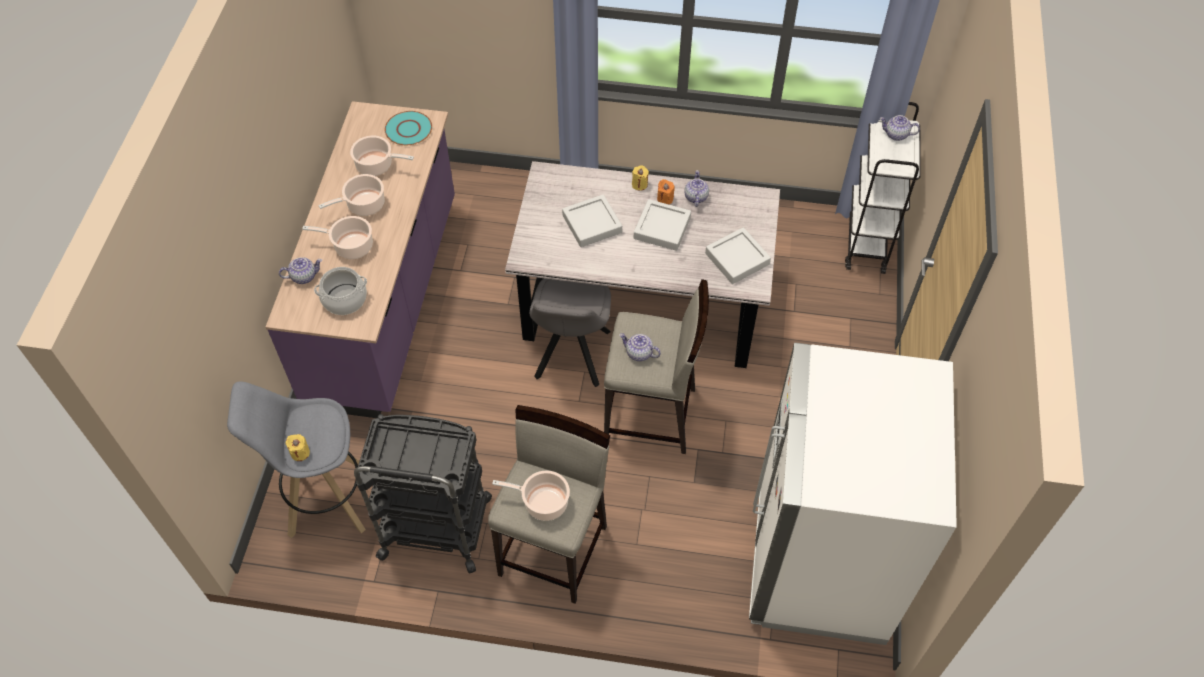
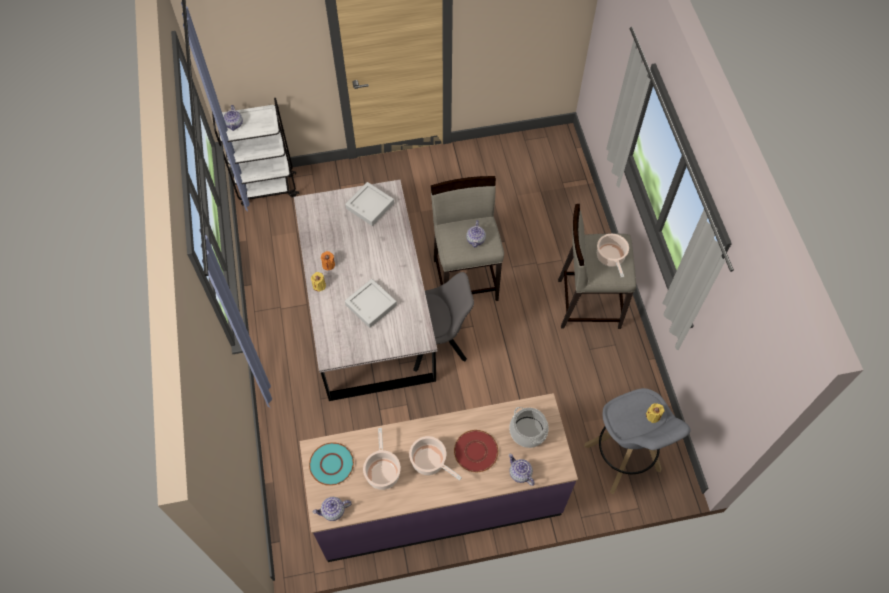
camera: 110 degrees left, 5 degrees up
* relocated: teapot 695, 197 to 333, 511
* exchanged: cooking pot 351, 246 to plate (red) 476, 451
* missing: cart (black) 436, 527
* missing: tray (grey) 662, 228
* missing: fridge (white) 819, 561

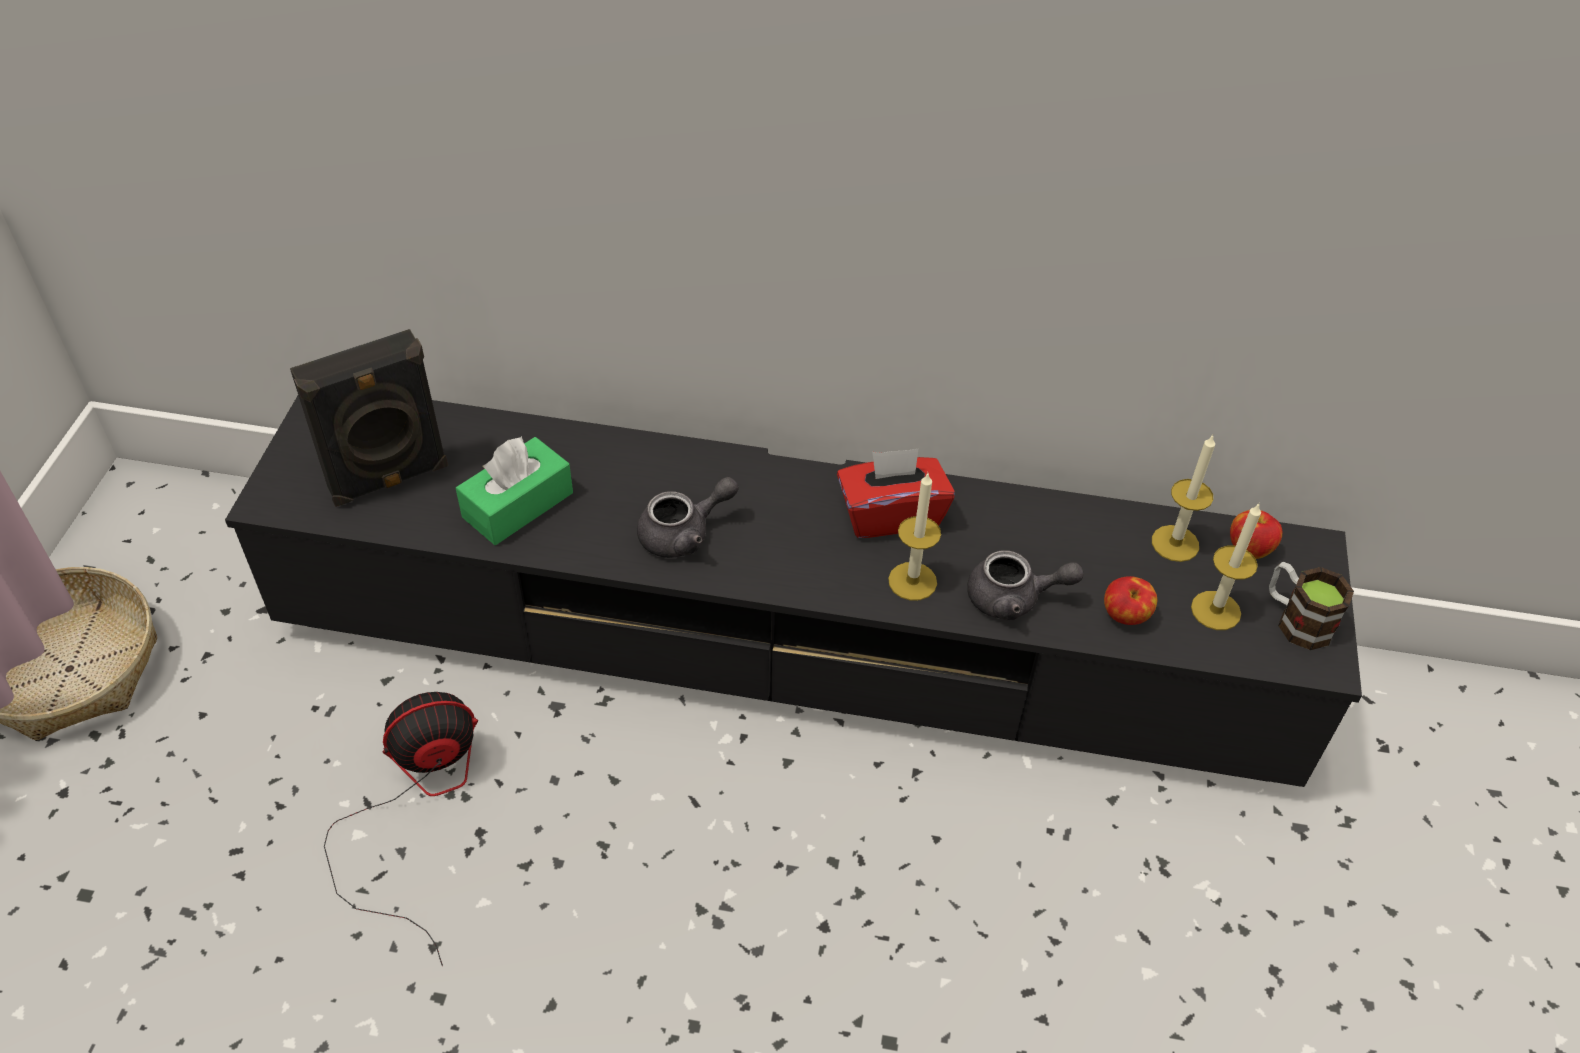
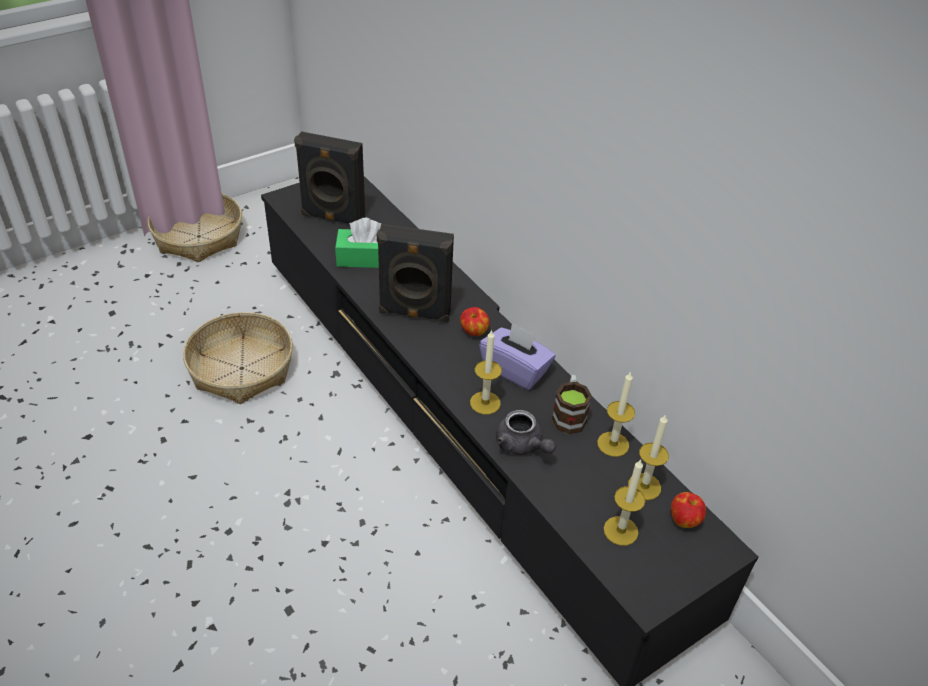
camera: 45 degrees right, 5 degrees down
* exchanged: fan 417, 805 to basket 242, 368
* exchanged: teapot (grey) 684, 534 to speaker (black) 414, 313
* relocated: apple 1125, 616 to 474, 332
* colour: tissue box (red) 891, 514 to tissue box (purple) 515, 370
* relocated: mug 1296, 620 to 569, 415
* appeared: candle 613, 444

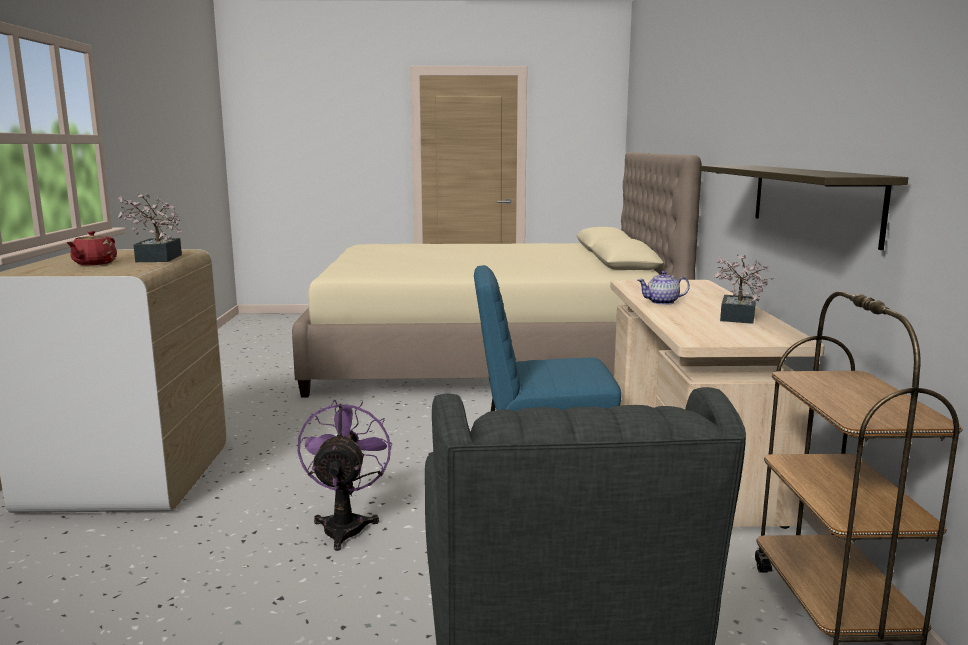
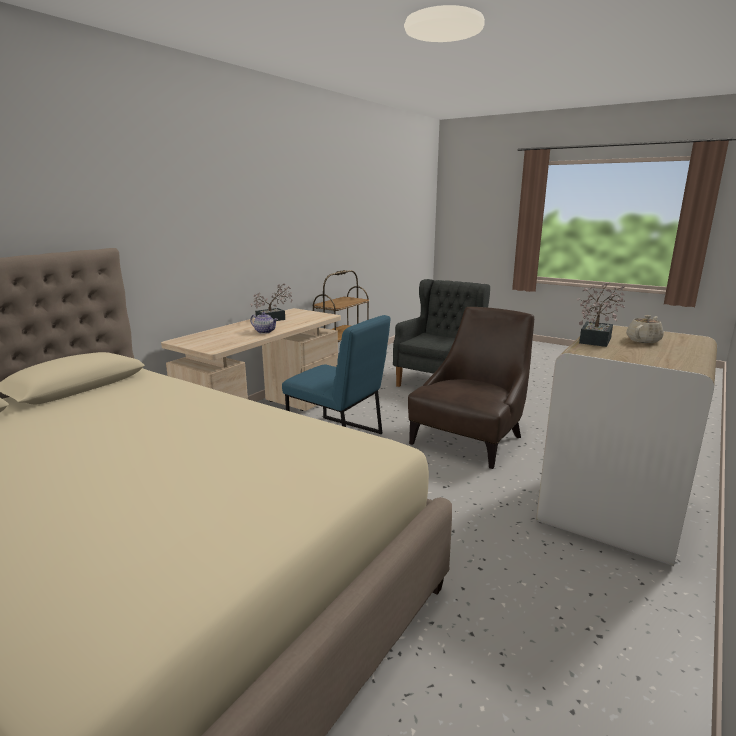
camera: 145 degrees left, 5 degrees up
* exchanged: fan (purple) 345, 524 to armchair (brown) 471, 436
* colour: teapot (red) 94, 263 to teapot (beige) 643, 340
* missing: shelf 812, 200

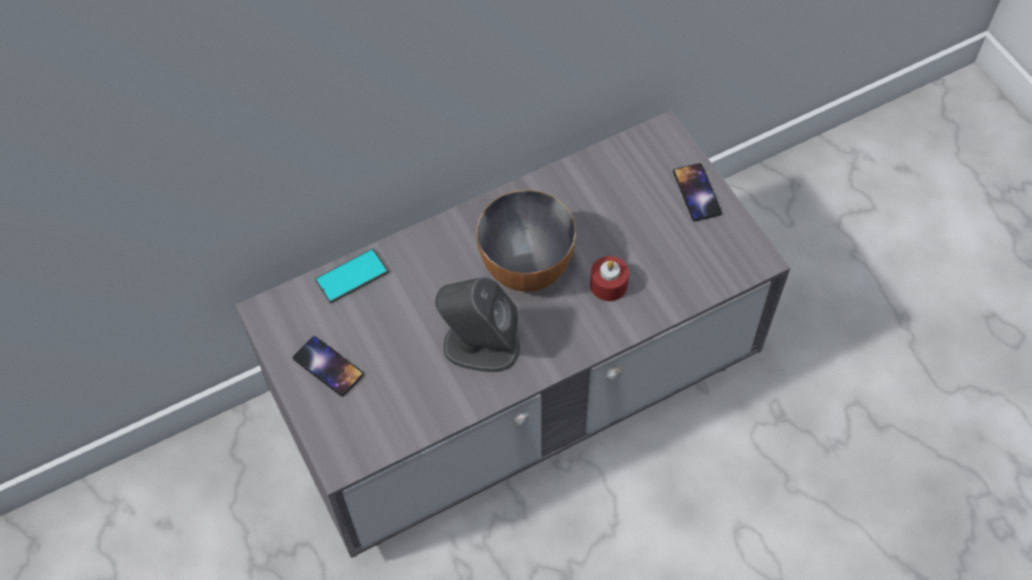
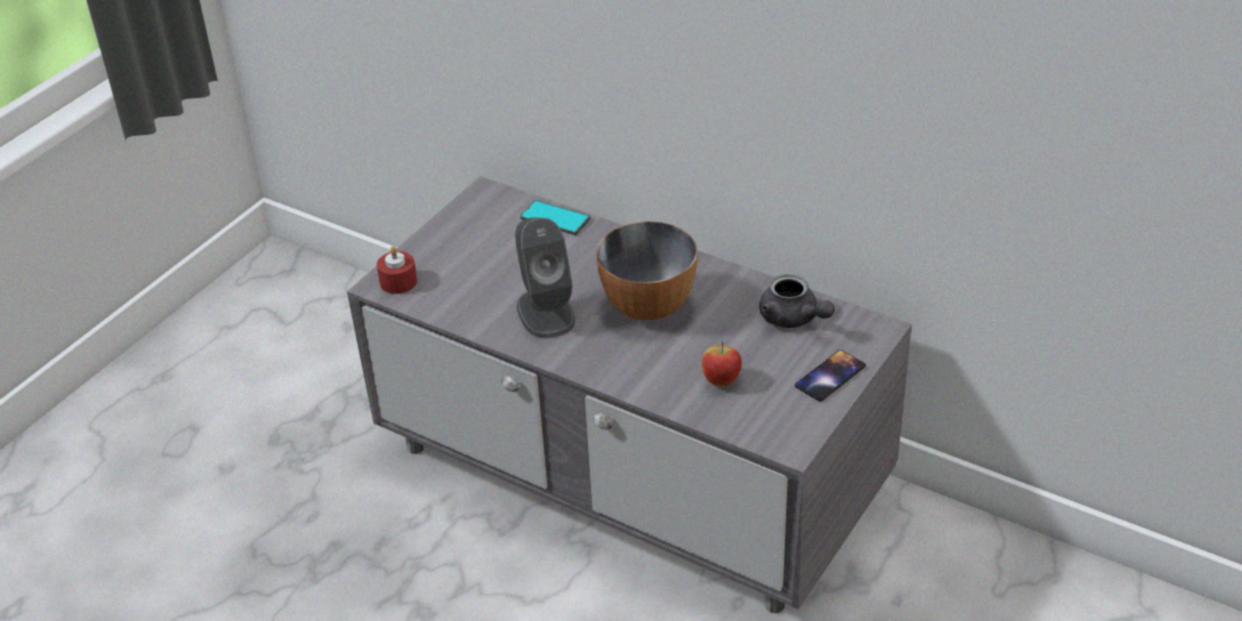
camera: 60 degrees right, 20 degrees down
* relocated: candle (red) 608, 284 to 398, 282
* appeared: apple 721, 381
* appeared: teapot (grey) 793, 319
* missing: phone 328, 366

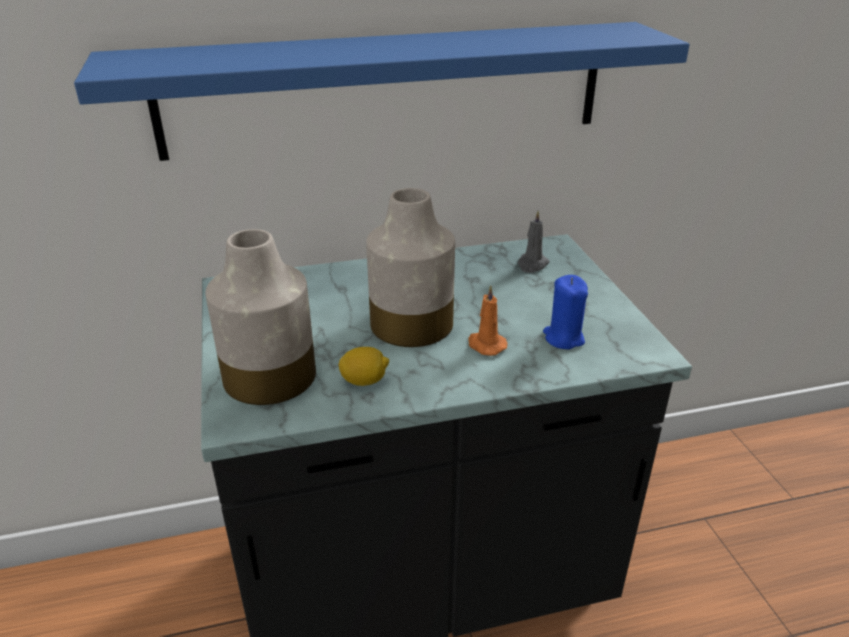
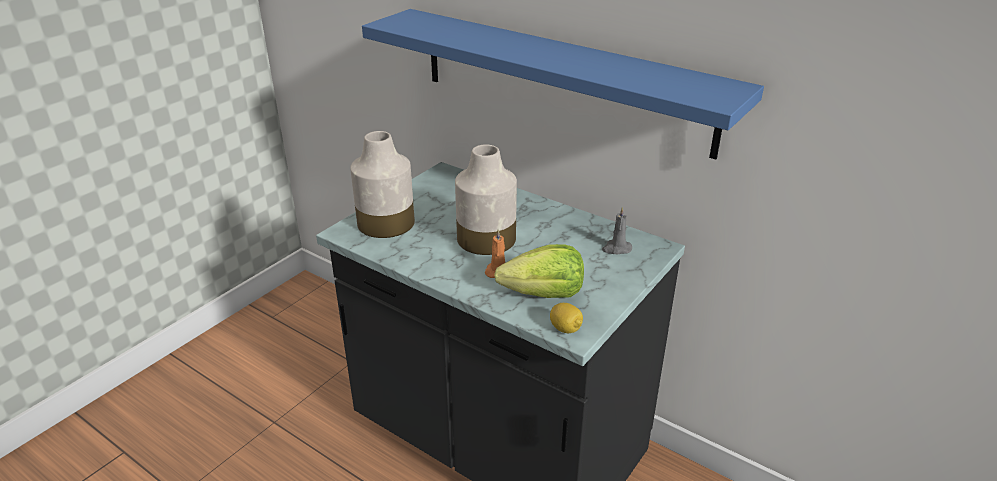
camera: 50 degrees right, 0 degrees up
* exchanged: candle (blue) 563, 338 to lettuce 544, 294
* relocated: lemon 364, 381 to 565, 328

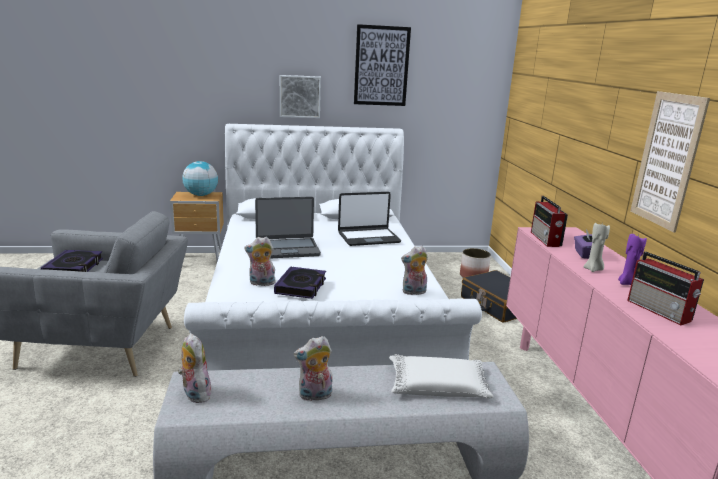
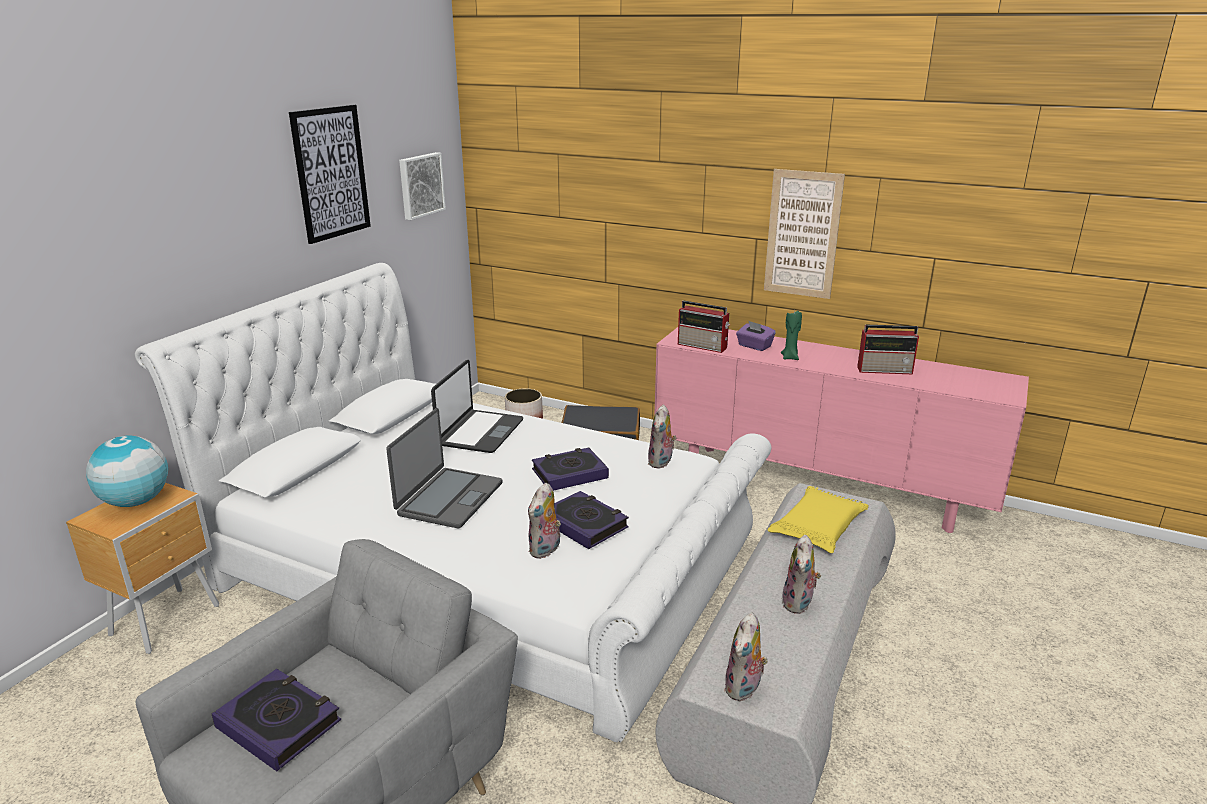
camera: 55 degrees left, 5 degrees up
* relocated: picture 300, 96 to 420, 185
* appeared: book 569, 474
* spun: plush toy 194, 394 = 744, 689 60 degrees counterclockwise
* colour: pillow (white) 438, 383 to pillow (yellow) 818, 525
* colour: candle (beige) 593, 269 to candle (green) 790, 357
* missing: candle (purple) 627, 283

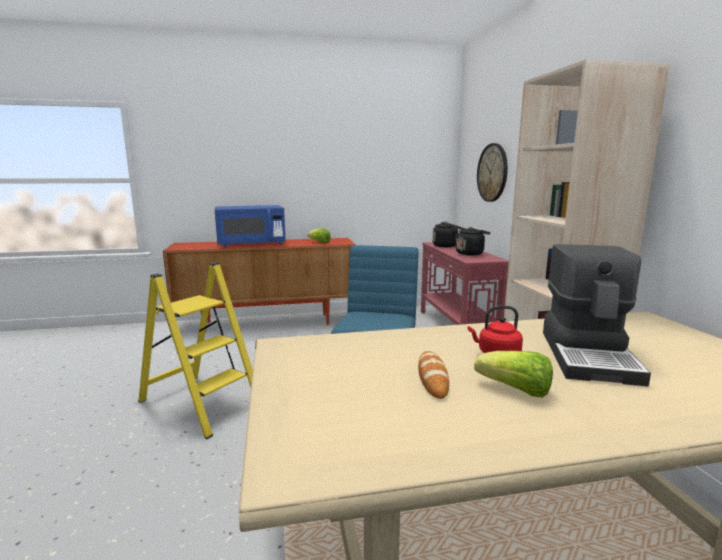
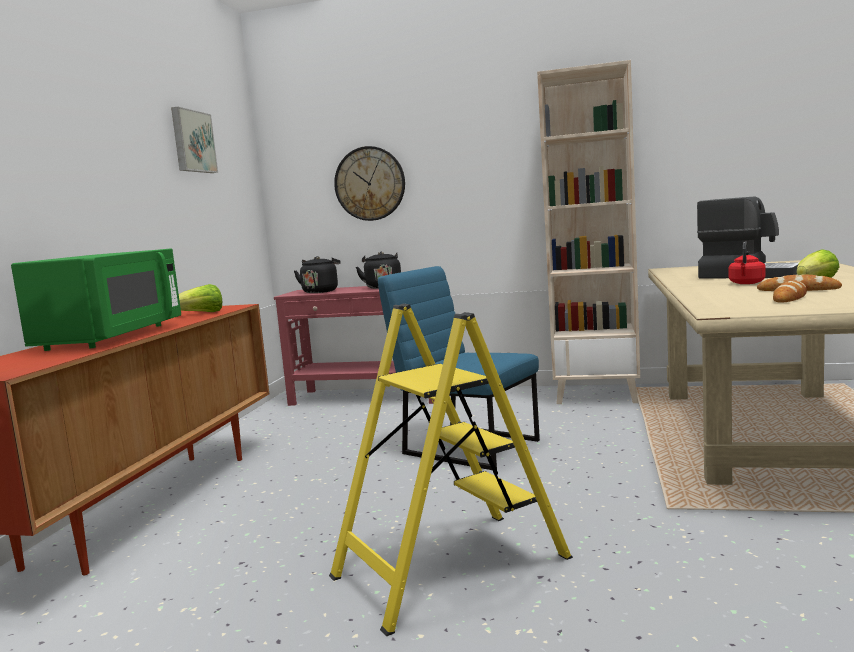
camera: 65 degrees left, 5 degrees down
* colour: microwave (blue) 251, 244 to microwave (green) 111, 337
* appeared: picture 192, 141
* appeared: bread 790, 297

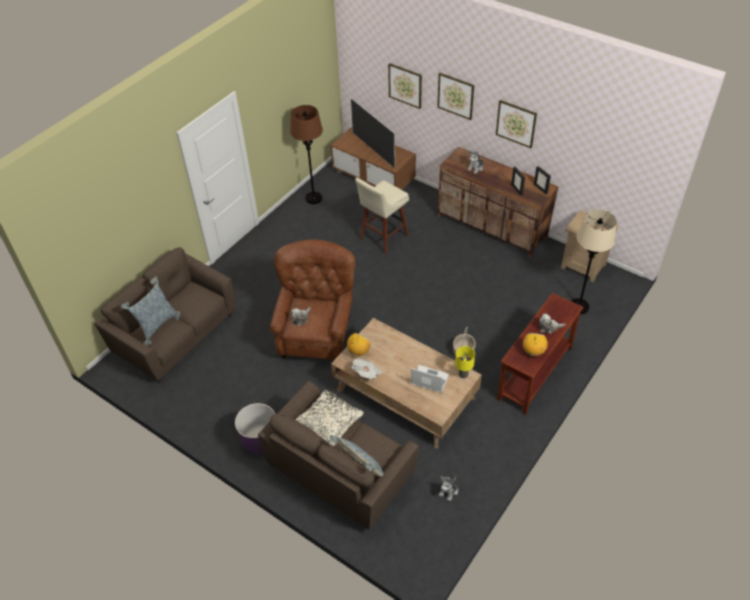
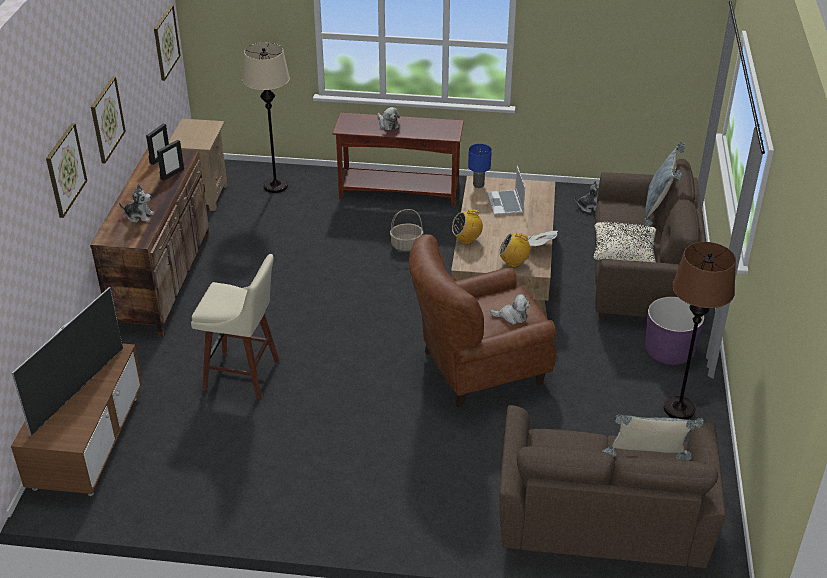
camera: 120 degrees left, 10 degrees down
* relocated: picture 405, 85 to 166, 42
* relocated: radio 533, 352 to 467, 239
* colour: table lamp (yellow) 462, 375 to table lamp (blue) 479, 186
* relocated: floor lamp (brown) 313, 198 to 679, 409

